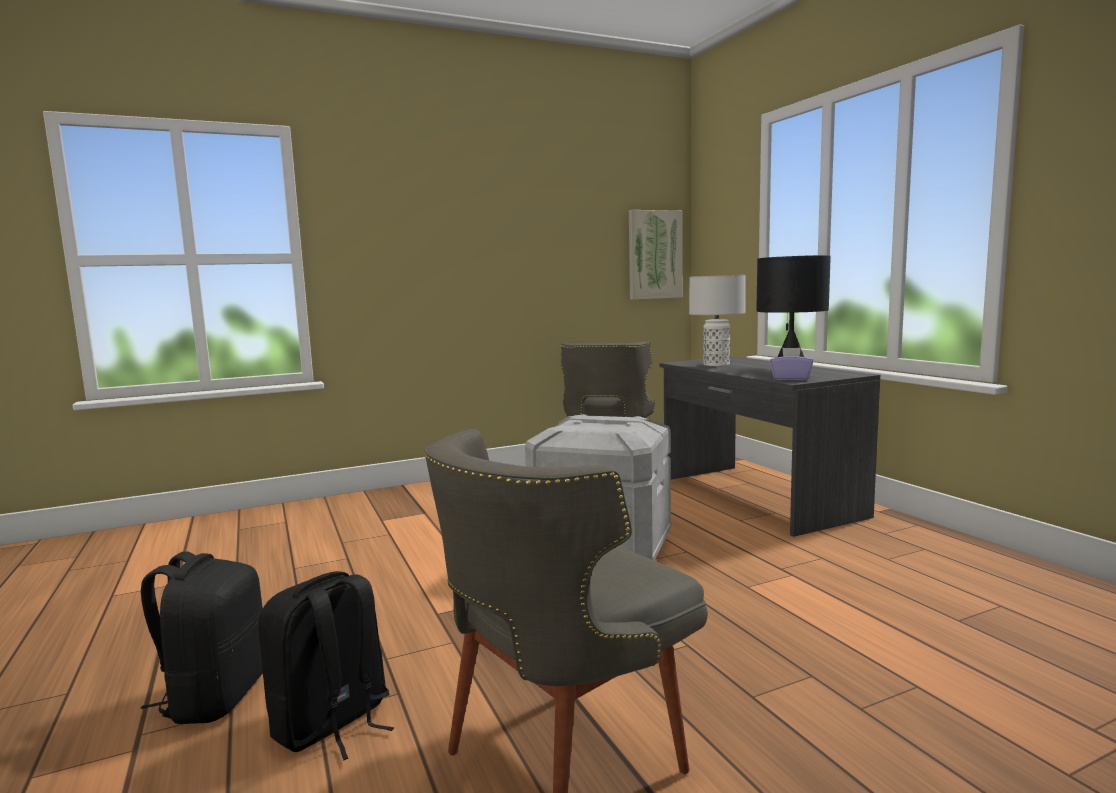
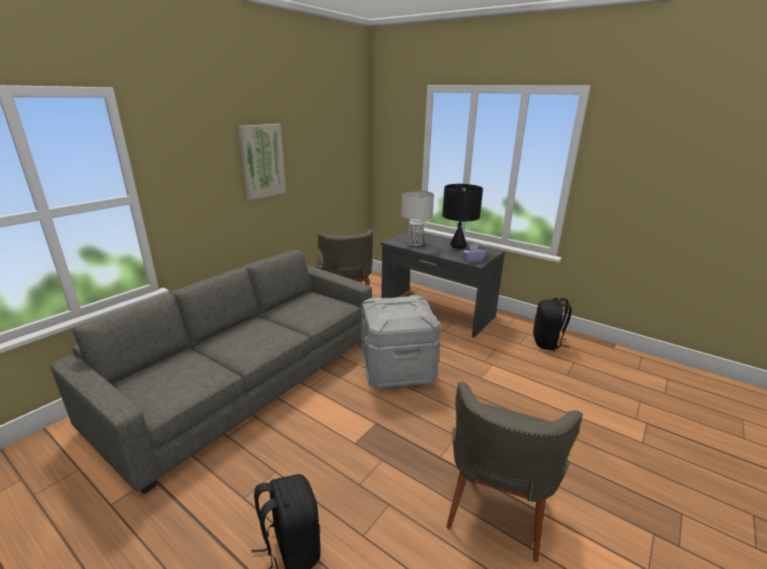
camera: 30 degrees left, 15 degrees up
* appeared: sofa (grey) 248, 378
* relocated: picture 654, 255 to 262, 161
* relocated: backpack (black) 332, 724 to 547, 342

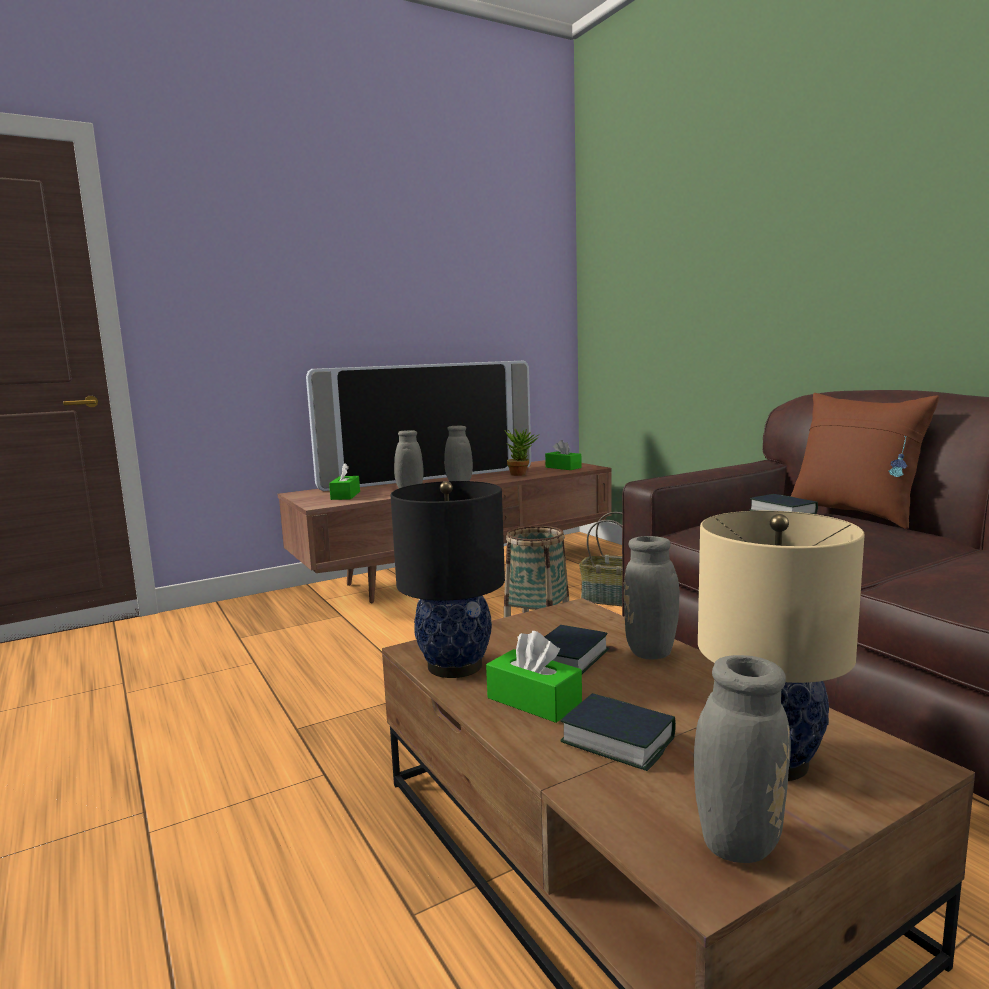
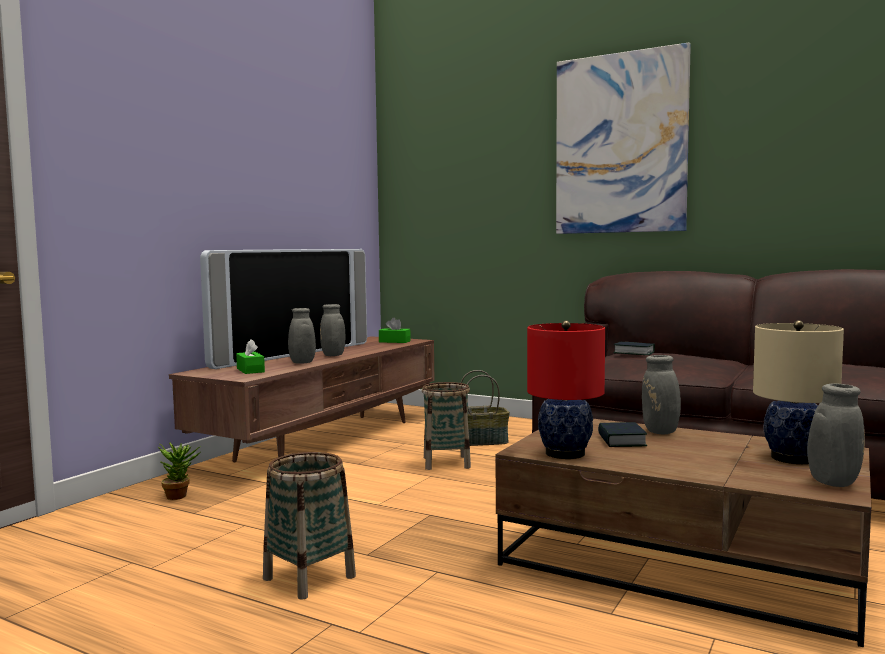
camera: 30 degrees left, 5 degrees down
* relocated: potted plant 521, 474 to 180, 495
* appeared: basket 309, 578
* colour: table lamp (black) 455, 666 to table lamp (red) 565, 453
* appeared: picture 620, 144
* missing: tissue box (green) 534, 701
* missing: book 617, 740
* missing: pillow (brown) 853, 515

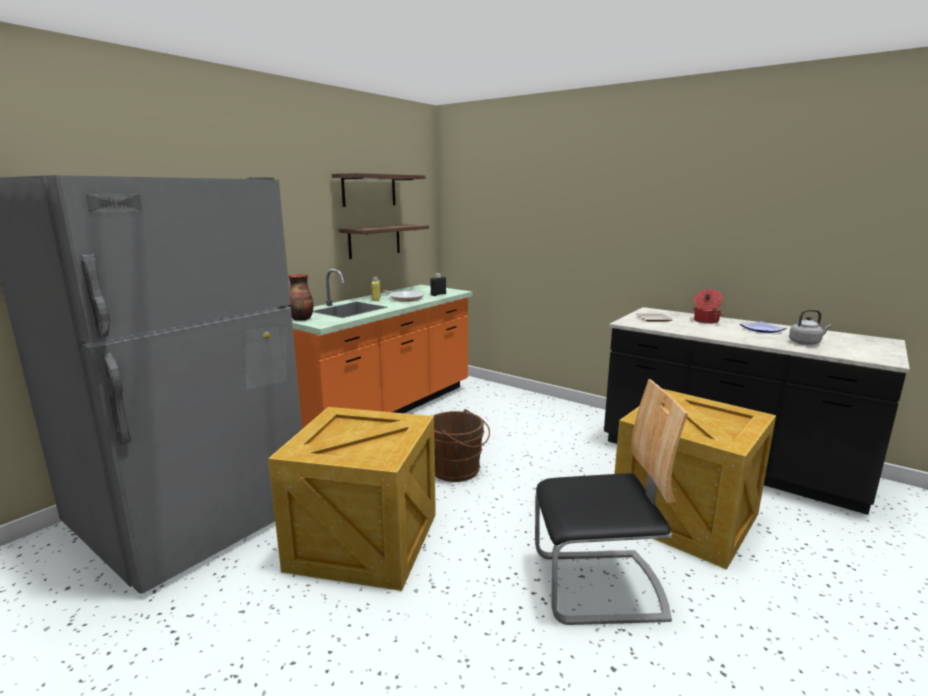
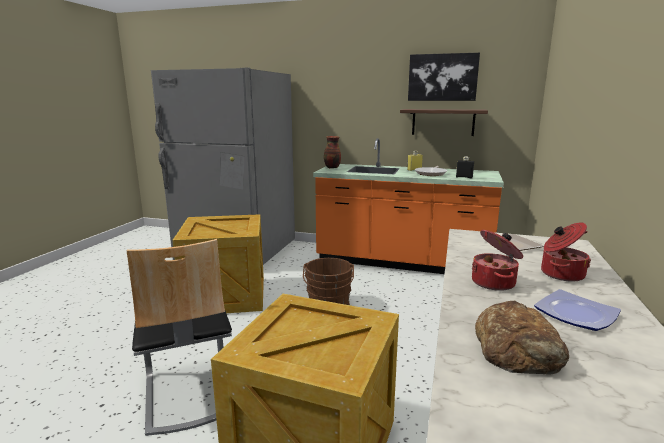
camera: 70 degrees right, 0 degrees up
* exchanged: shelf 369, 190 to picture 442, 77
* appeared: cooking pot 494, 282
* exchanged: kettle (grey) 806, 343 to bread 519, 348

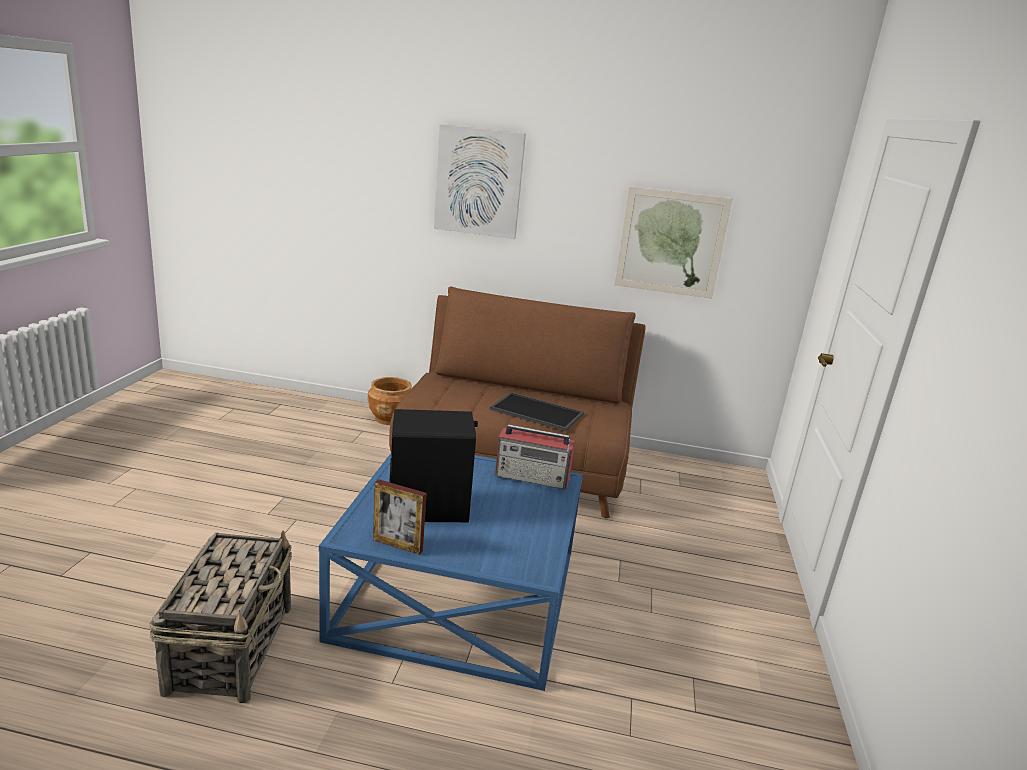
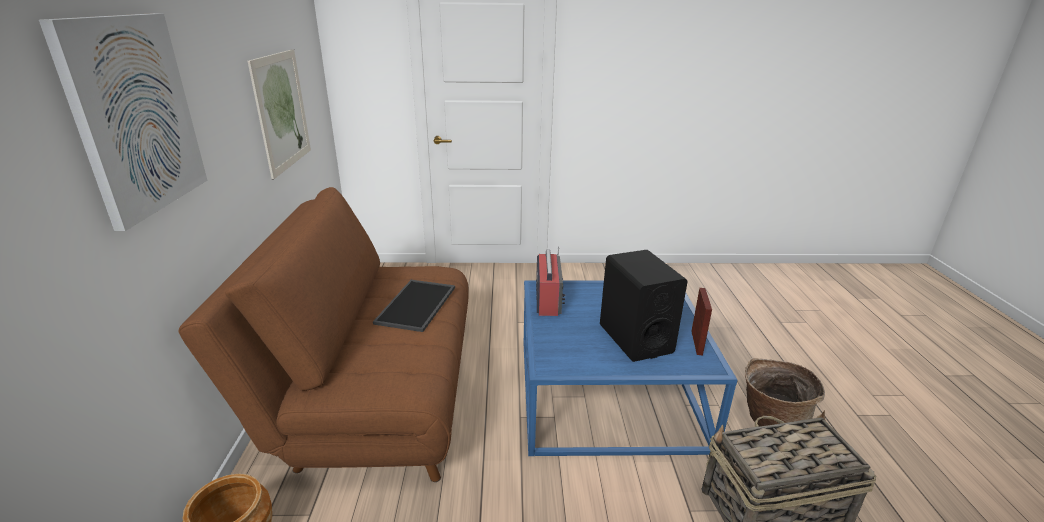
camera: 100 degrees left, 5 degrees up
* appeared: basket 771, 419

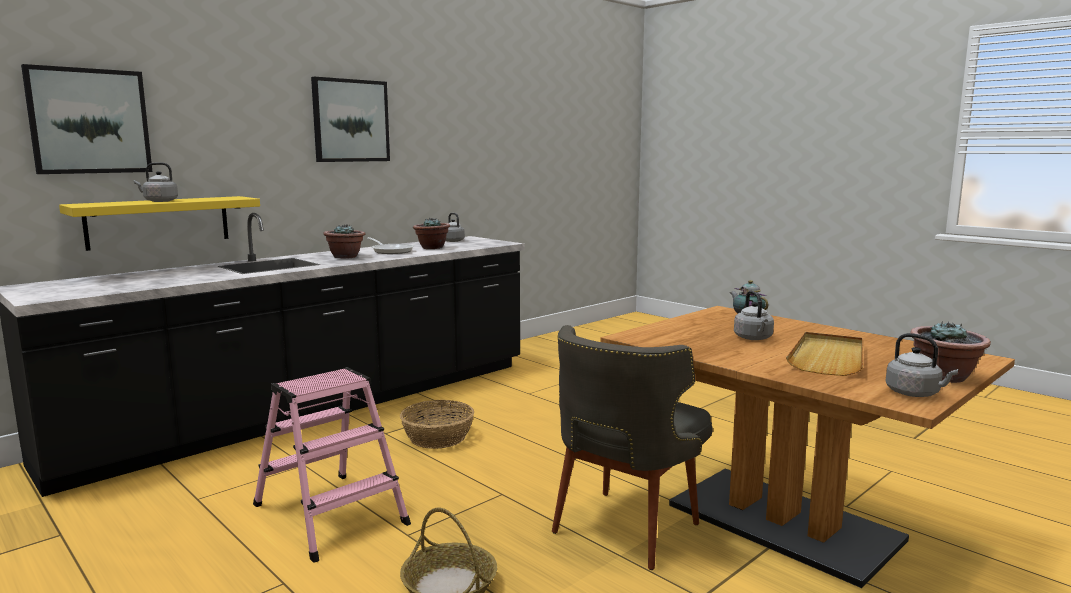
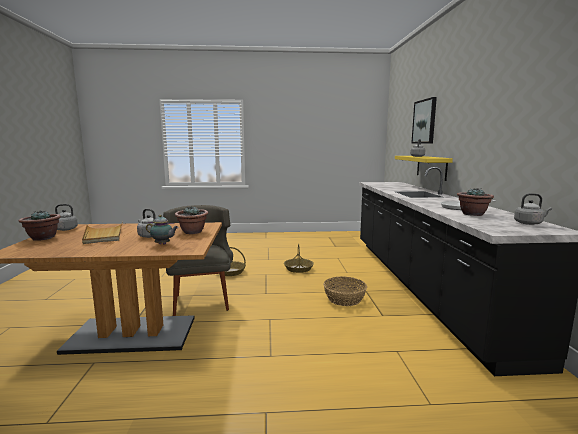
camera: 130 degrees right, 0 degrees up
* relocated: potted plant 345, 257 to 192, 232
* exchanged: step ladder (pink) 329, 514 to basket 298, 269
* missing: picture 350, 121

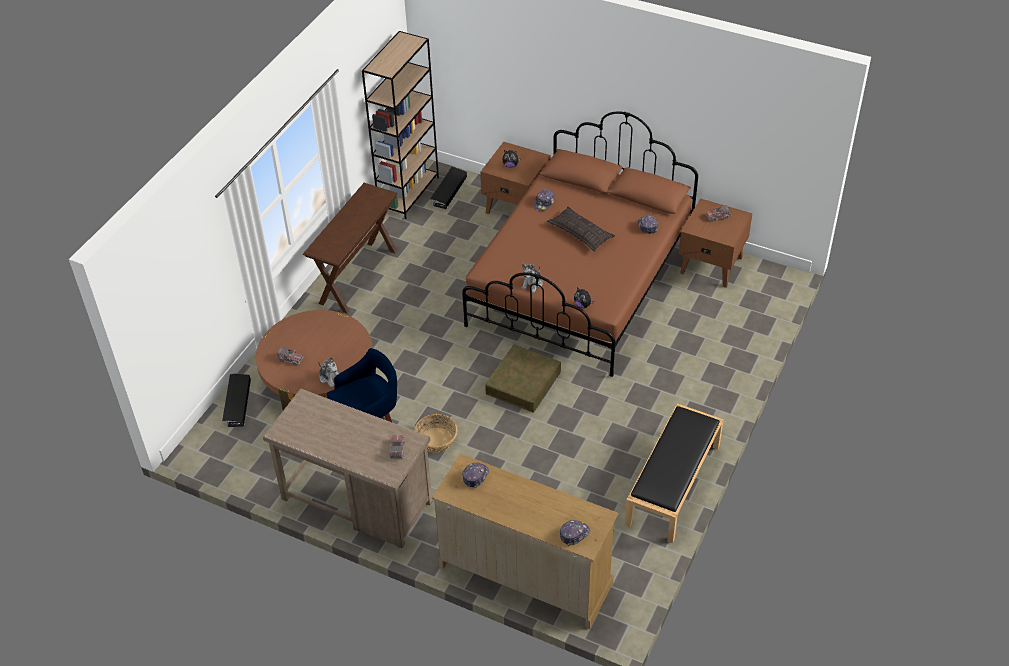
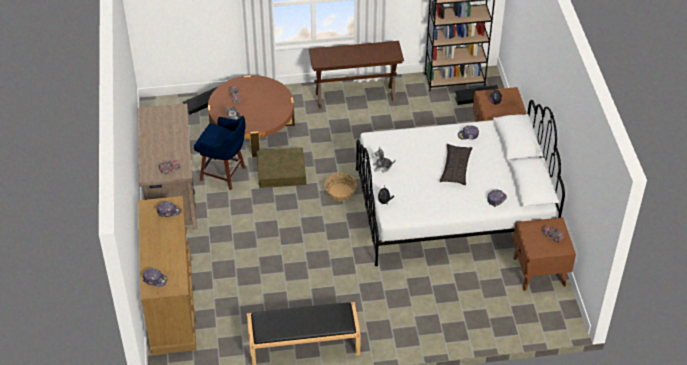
camera: 55 degrees right, 0 degrees up
* relocated: storage box (brown) 523, 383 to 281, 171
* relocated: basket 437, 440 to 340, 192
* colour: bed (brown) 581, 282 to bed (white) 452, 208

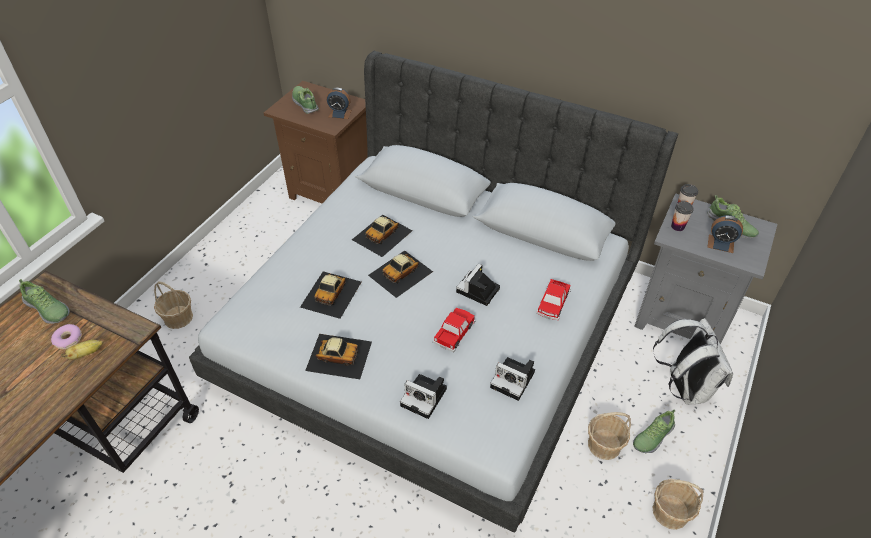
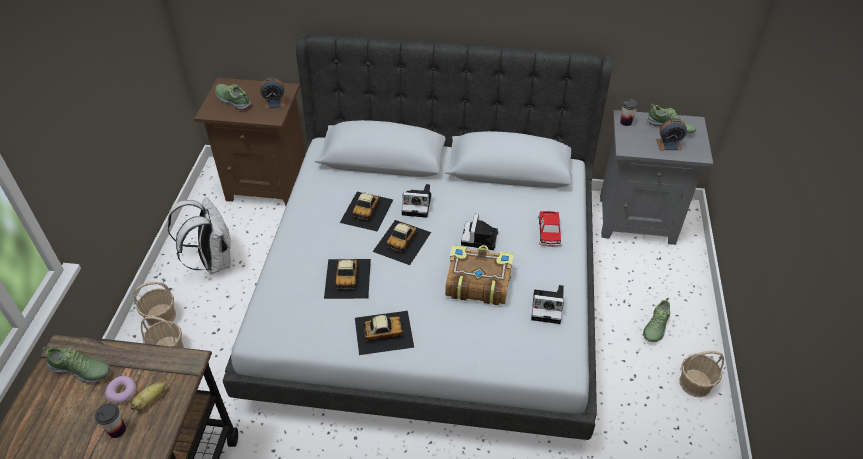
camera: 20 degrees left, 0 degrees up
* relocated: cup 677, 226 to 117, 430
* relocated: basket 604, 445 to 161, 316
* relocated: backpack (white) 683, 387 to 213, 261
* relocated: photo camera 425, 397 to 418, 205
* exchanged: toy car 454, 333 to book 477, 281

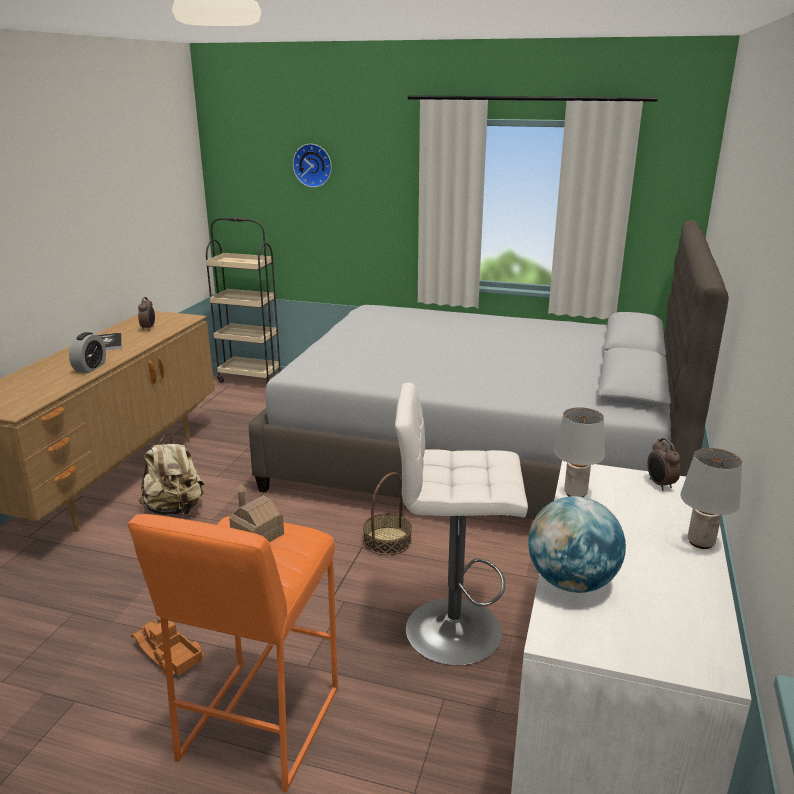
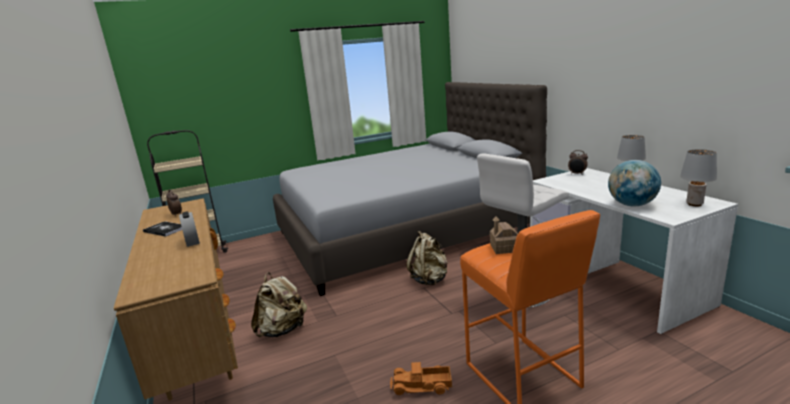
camera: 40 degrees left, 5 degrees down
* exchanged: basket 387, 541 to backpack (beige) 430, 279
* relocated: table lamp (grey) 575, 493 to 695, 204
* missing: wall clock 313, 165

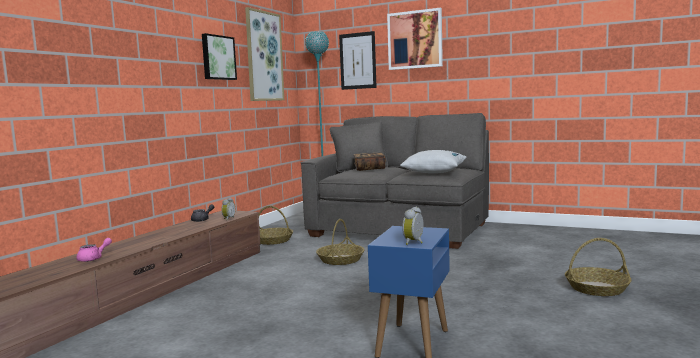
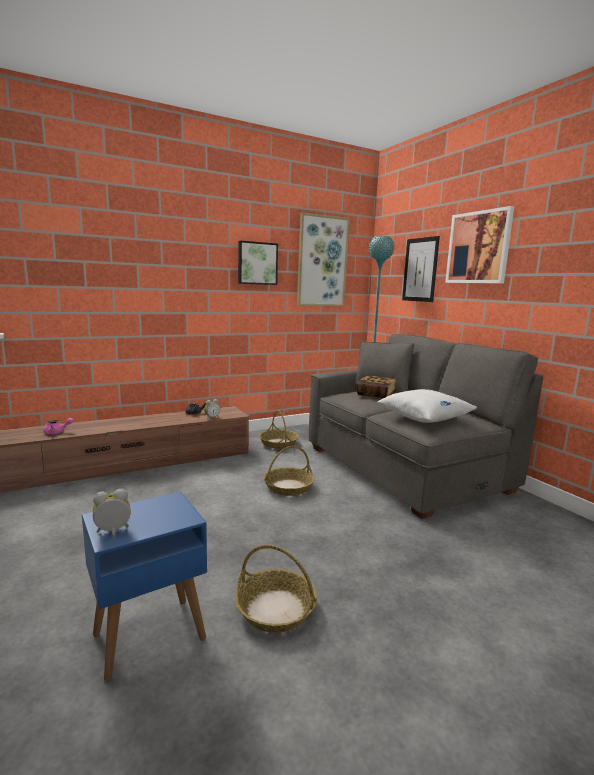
camera: 35 degrees right, 5 degrees up
* relocated: basket 596, 288 to 275, 609

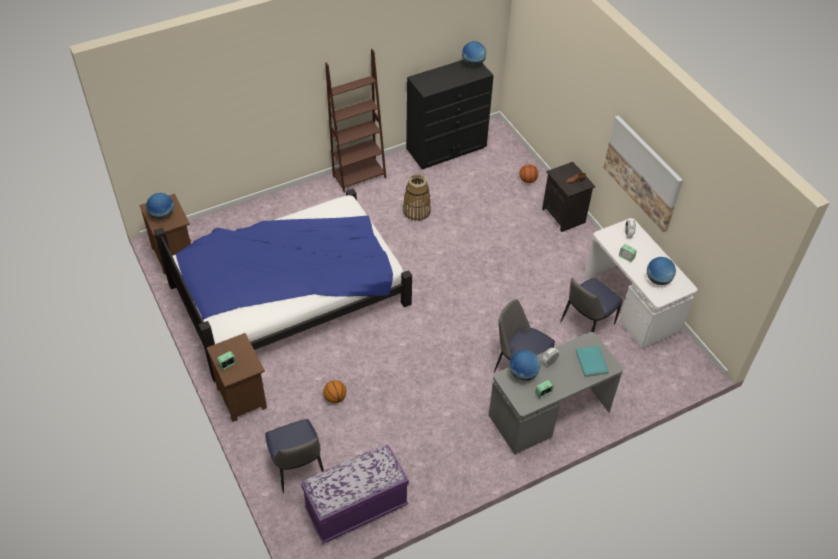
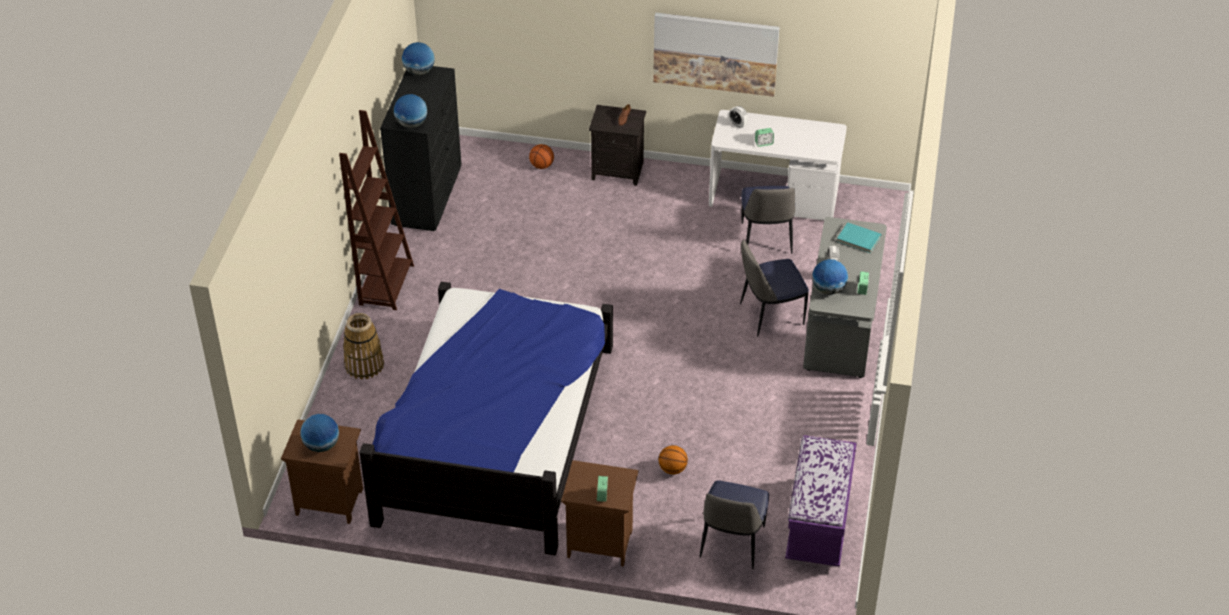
camera: 50 degrees left, 5 degrees down
* relocated: basket 416, 211 to 364, 365
* relocated: globe 658, 280 to 411, 124
* spun: chair 297, 469 = 732, 544 90 degrees clockwise

